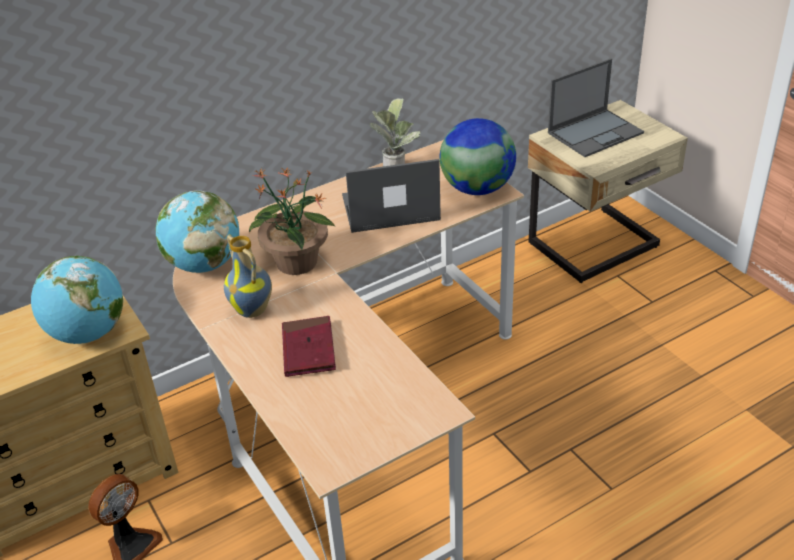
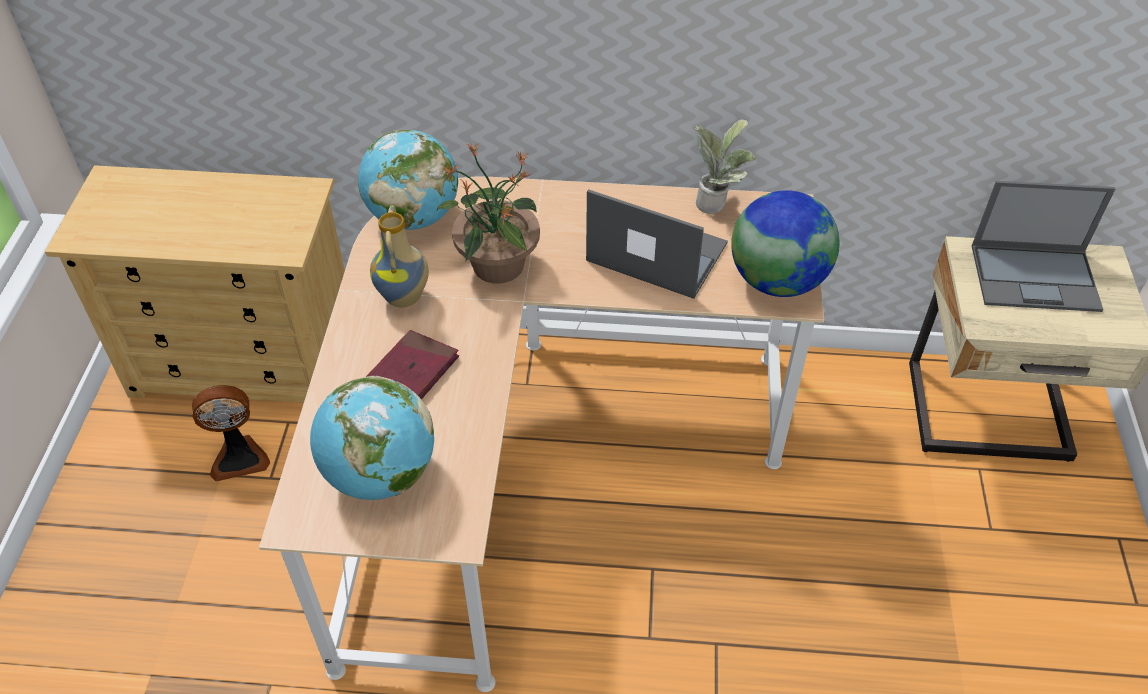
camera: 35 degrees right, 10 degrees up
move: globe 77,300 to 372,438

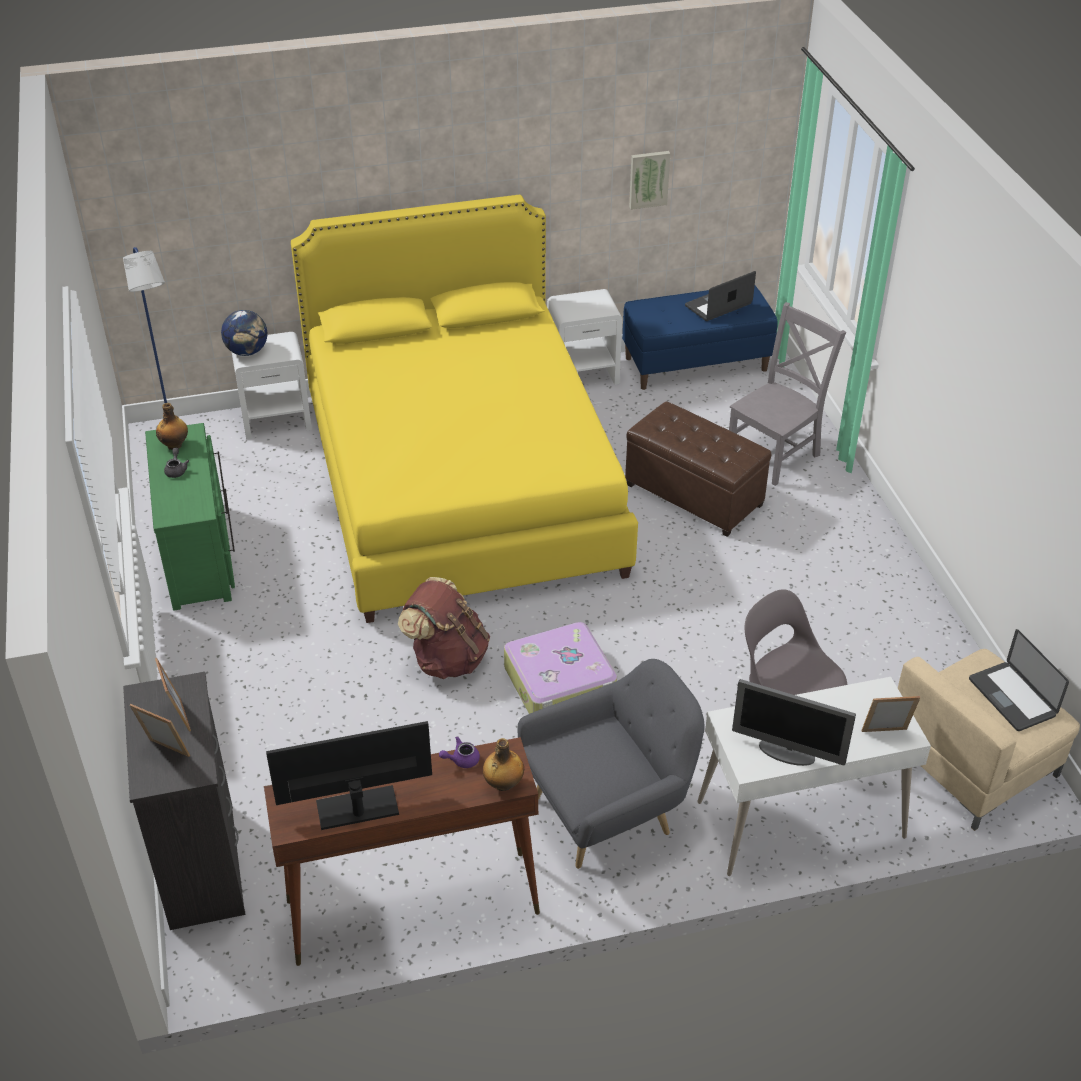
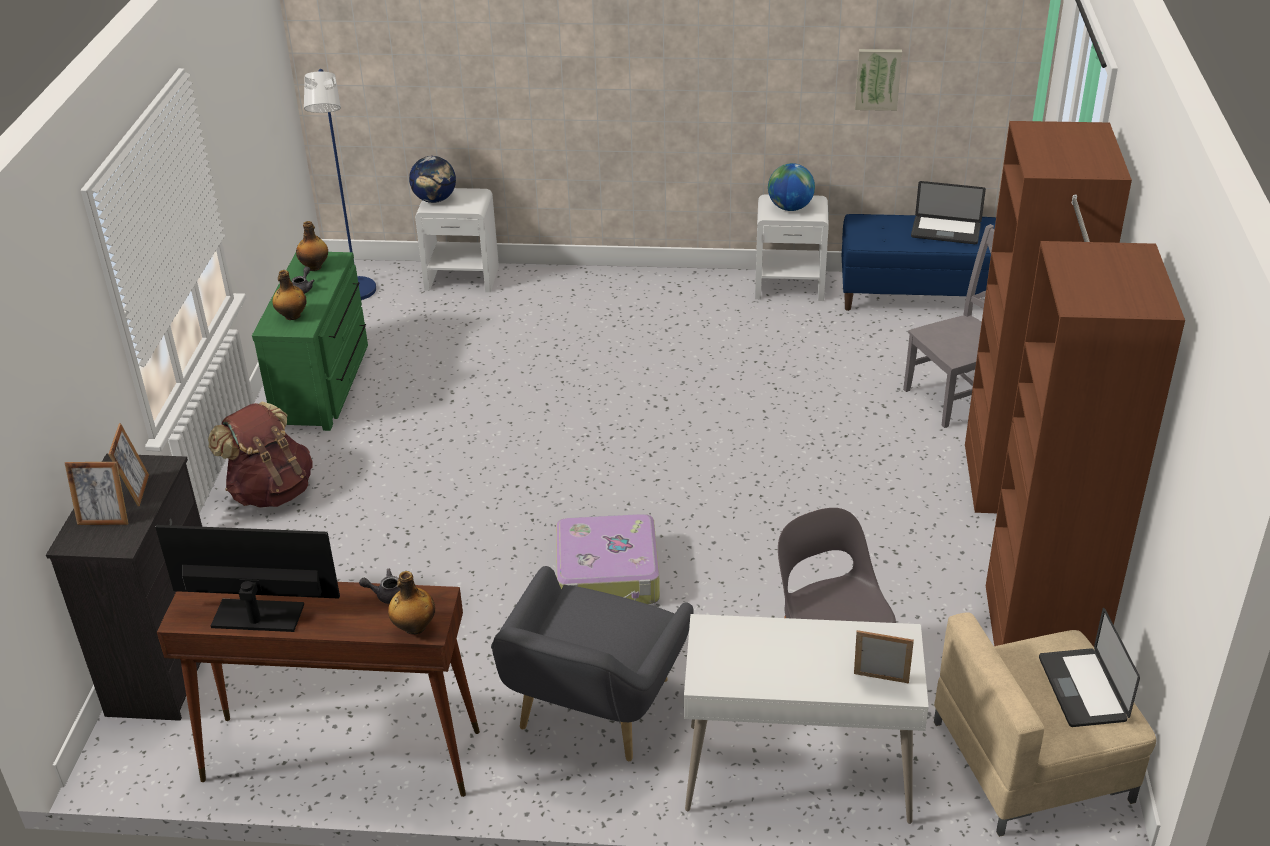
camera: 20 degrees right, 5 degrees down
delete: bed in yellow 464,409; pouffe in brown-coloured 698,469; monitor 794,722
insert: drink bottle 289,295; globe 791,187; armoire in brown-coloured 1075,384
move: knapsack in brown-coloured 444,628 to 260,455
recolor: teapot in purple 459,752 to teapot in greyish 379,586
rotate: picture frame 160,730 = 96,493 135 degrees clockwise; armchair in greyish 611,764 = 592,663 120 degrees clockwise; portable computer 720,296 = 948,212 150 degrees counterclockwise

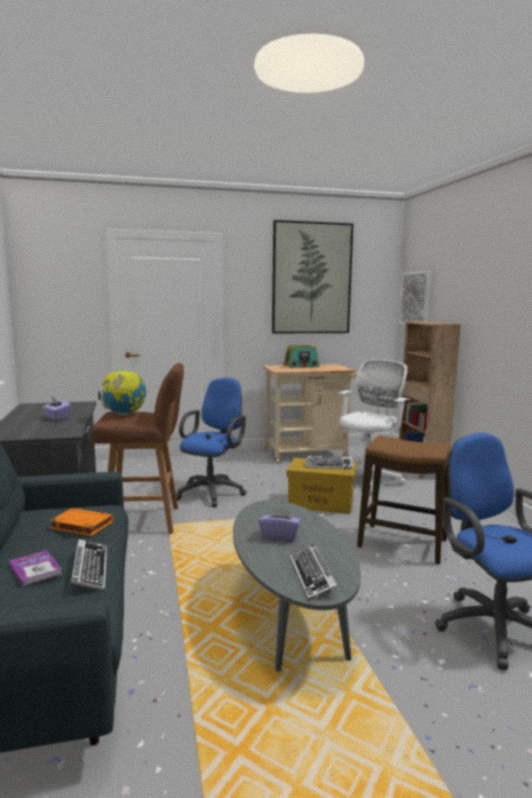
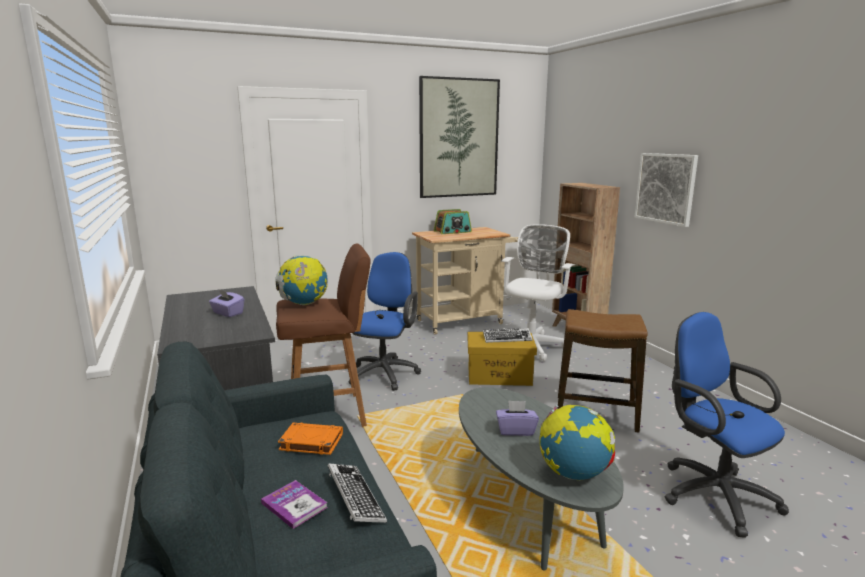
camera: 10 degrees left, 5 degrees up
move: picture 415,298 to 666,190
replace: PC keyboard 314,572 to globe 577,443

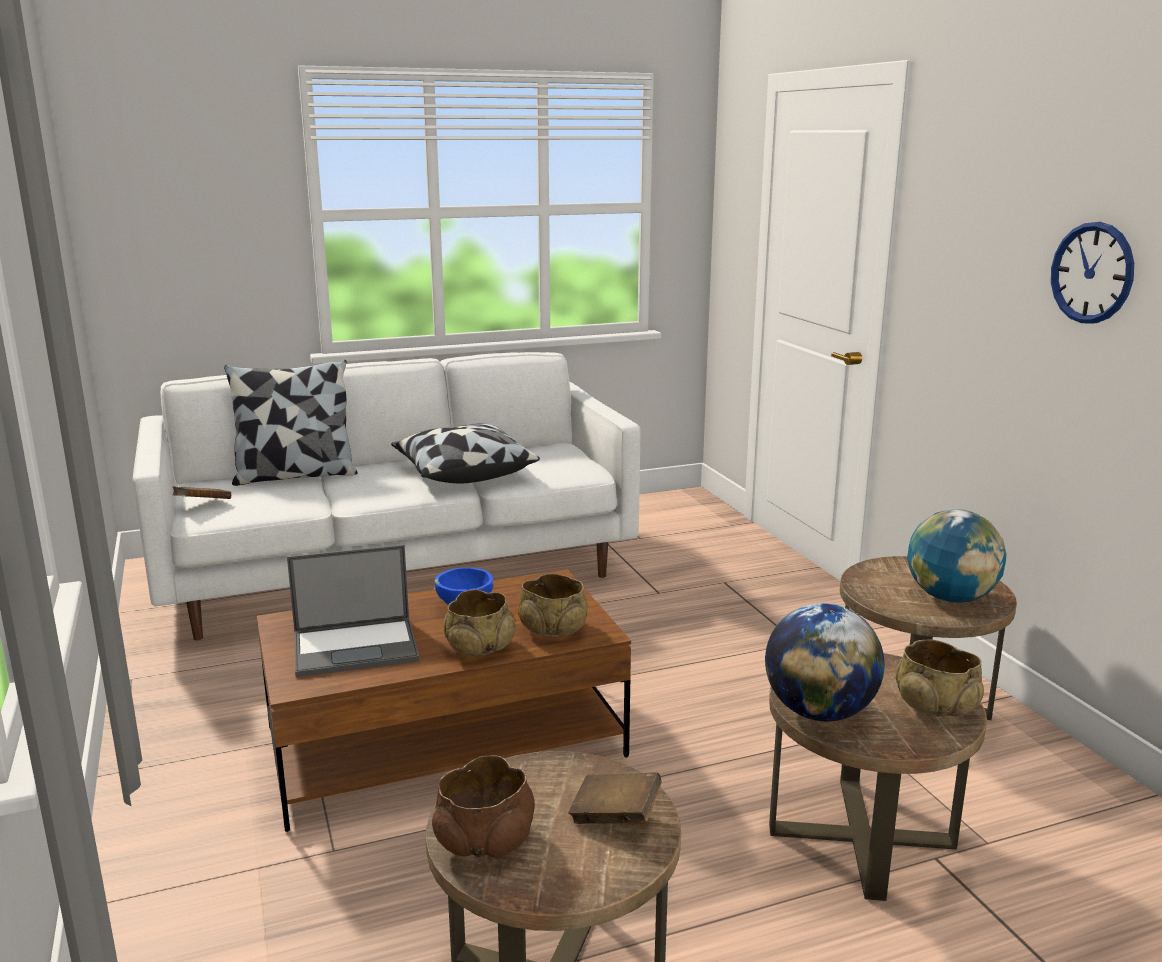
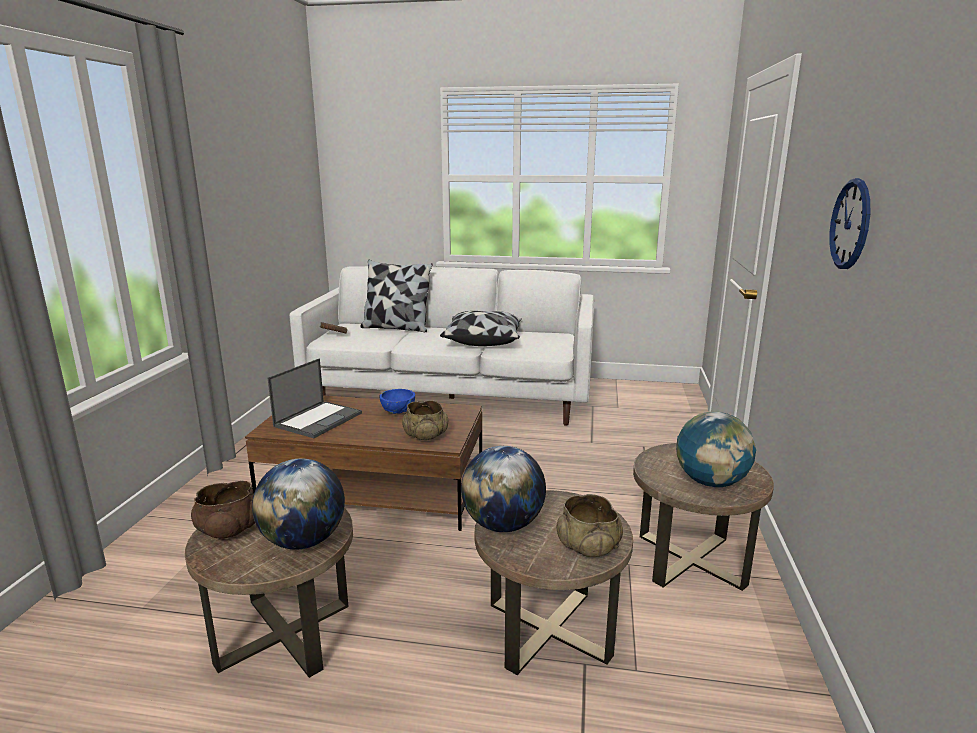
camera: 30 degrees right, 0 degrees up
delete: deep dish in beige 479,622
replace: bound book in brown-coloured 615,798 to globe 298,504
rotate: portable computer 353,611 = 315,398 75 degrees counterclockwise

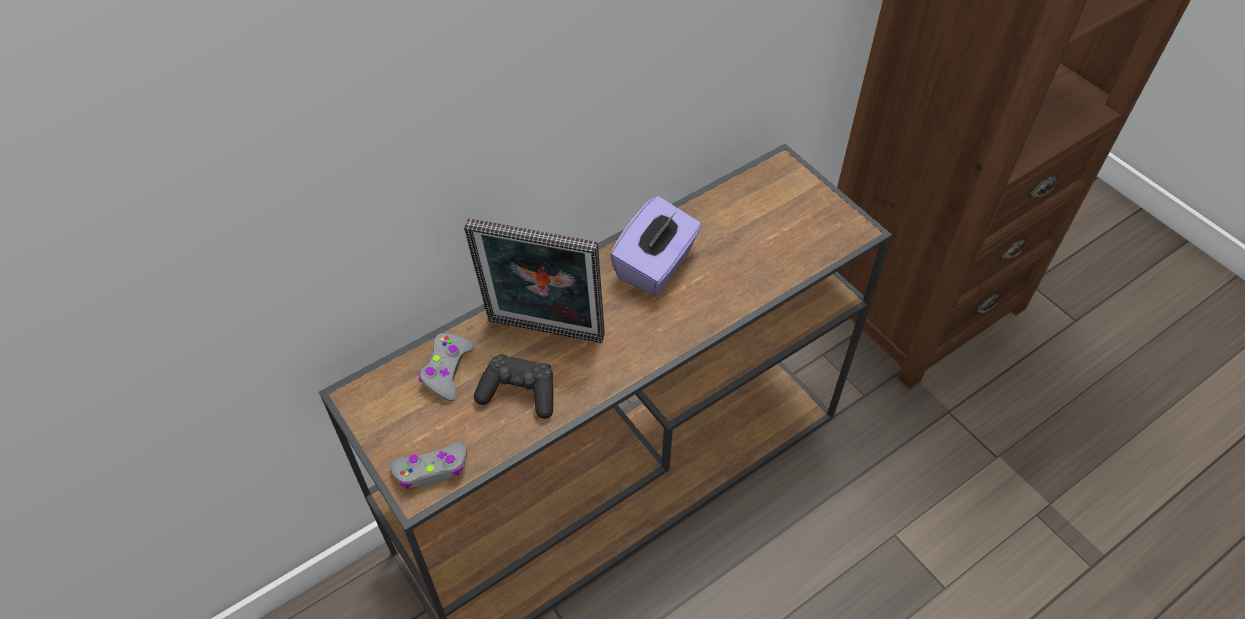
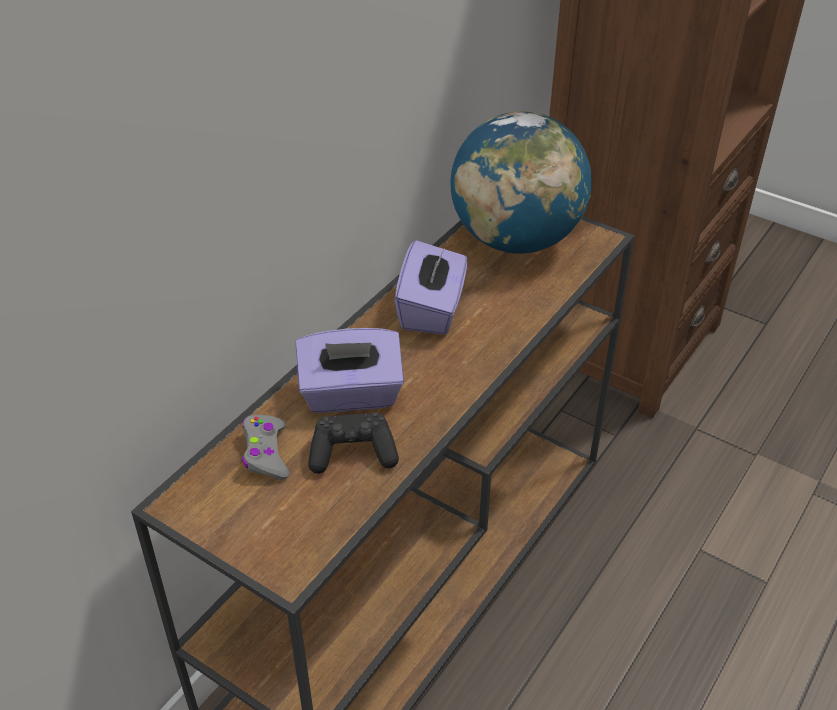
camera: 20 degrees left, 10 degrees down
delete: joypad in greyish 428,465
insert: globe 521,182
replace: picture frame 534,280 to box of tissues in purple 350,370

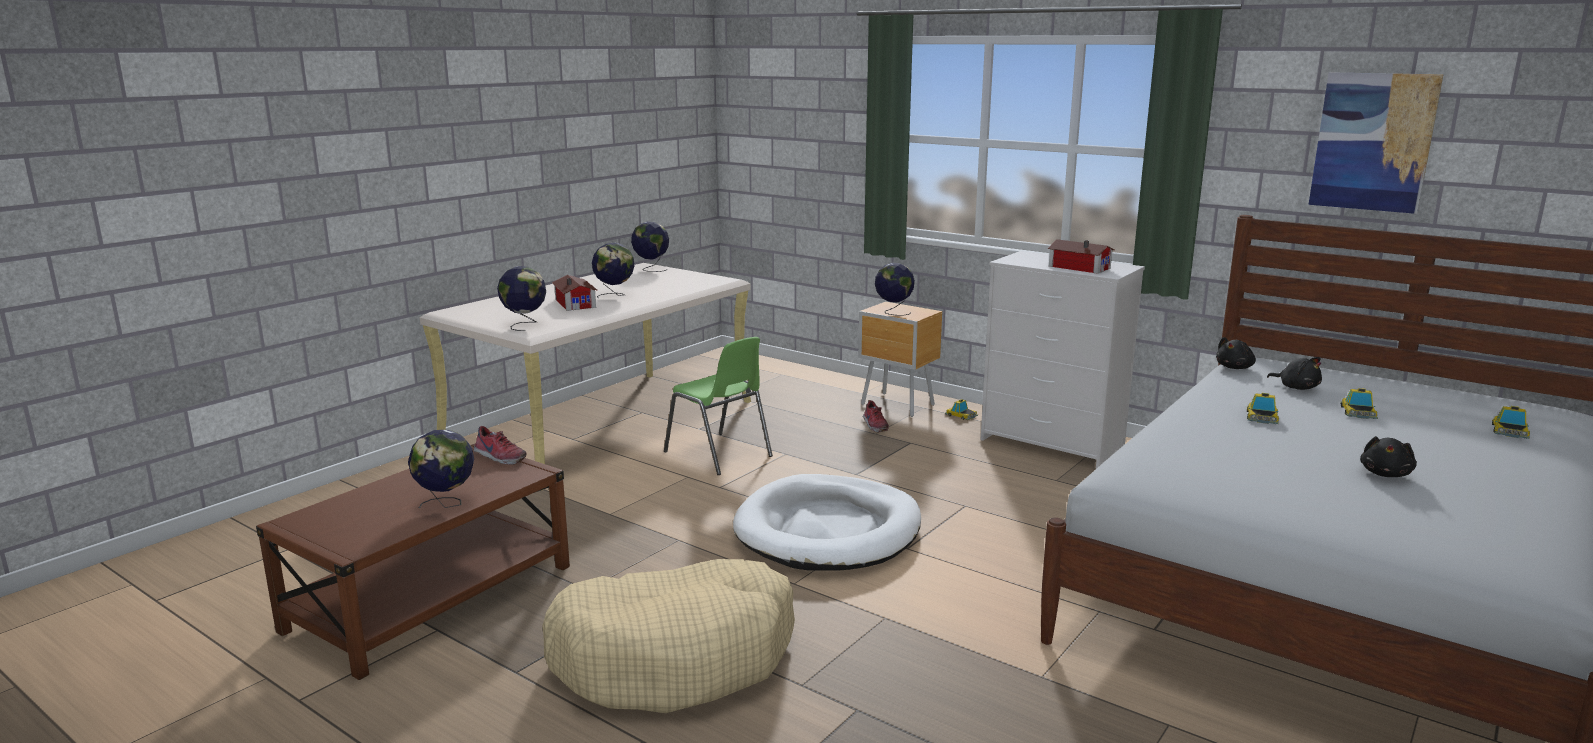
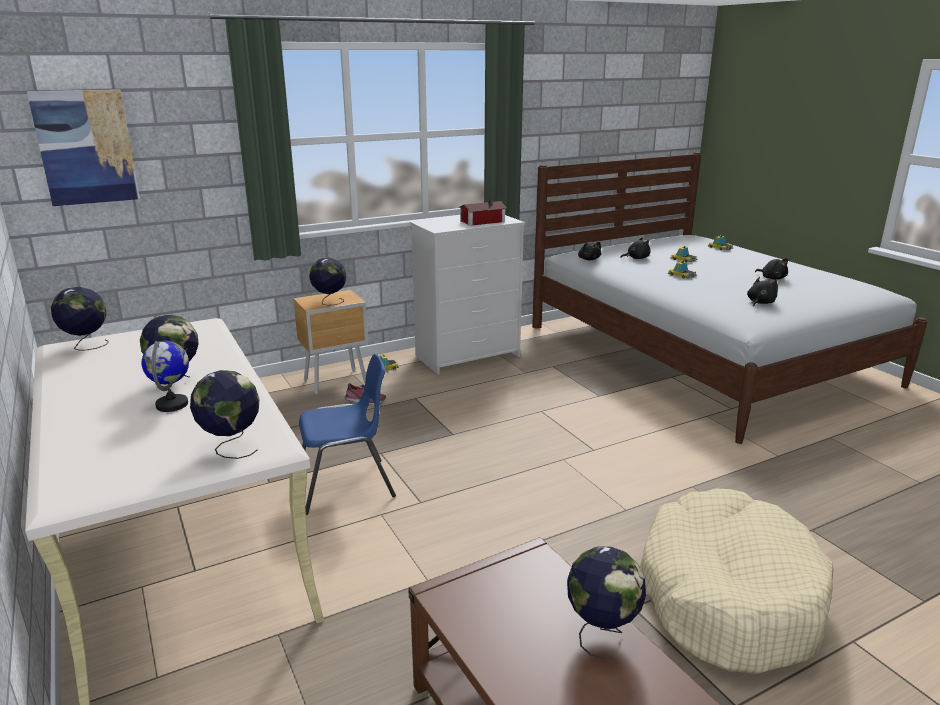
camera: 65 degrees left, 5 degrees up
delete: low shoe 500,445; dog cushion in white-coloured 827,522
insert: soft toy in black-coloured 762,291
move: picture 1376,143 to 83,147
replace: miniature house 575,293 to globe 165,376
recolor: plain chair in green-coloured 718,406 to plain chair in bluish 347,434

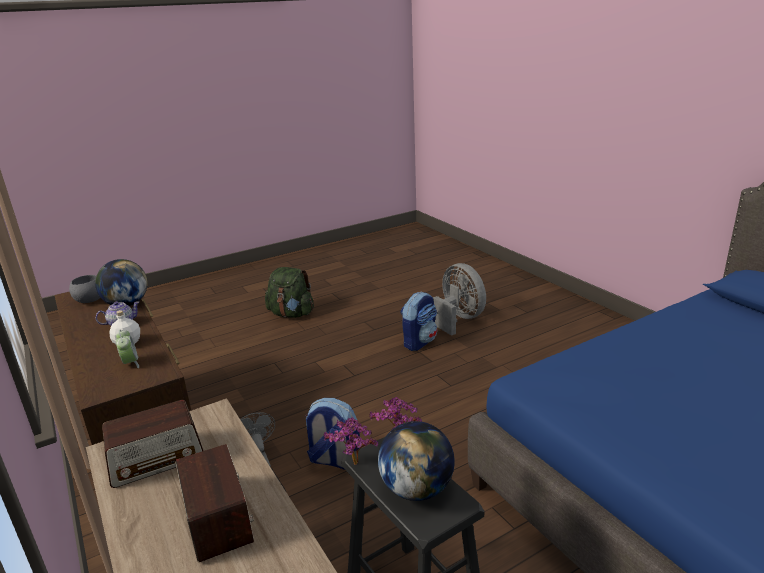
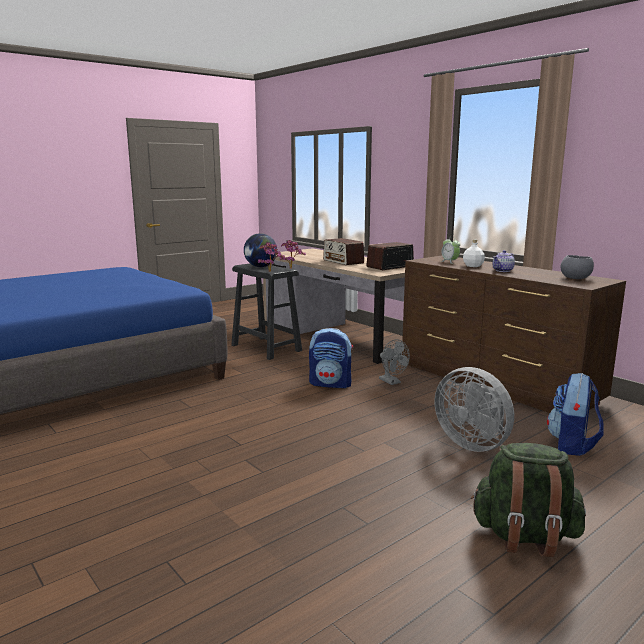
camera: 170 degrees right, 10 degrees down
delete: globe 121,282
move: knapsack 418,321 to 575,414; cooling fan in greyish 459,299 to 474,409

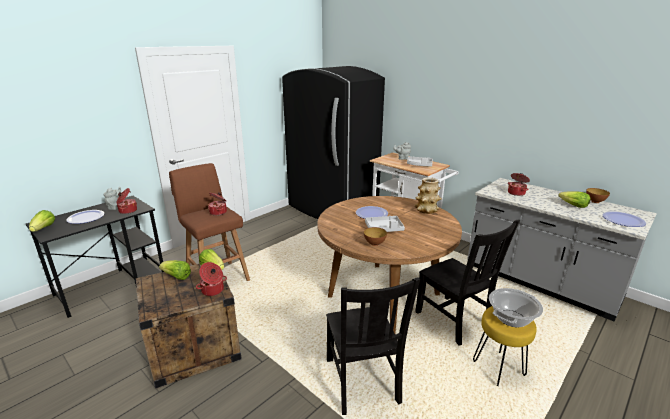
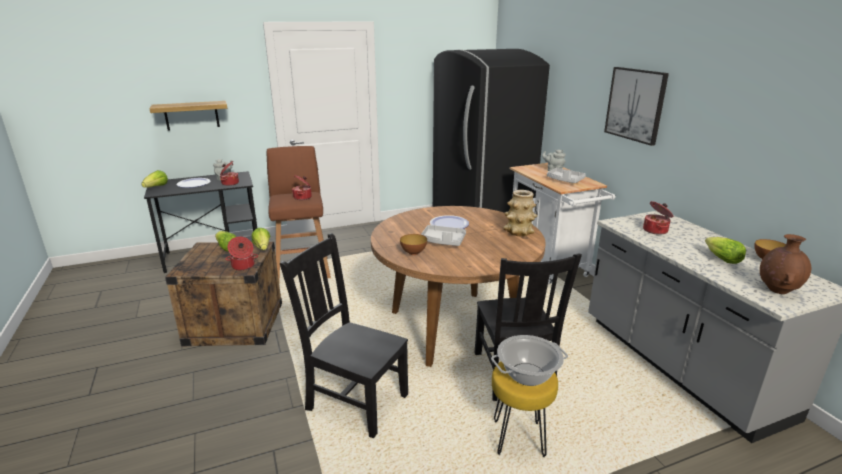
camera: 25 degrees right, 0 degrees up
insert: shelf 188,116; picture 636,106
replace: flat dish 624,219 to vase in brown-coloured 785,264
rotate: plain chair in black-coloured 373,346 = 344,335 105 degrees clockwise

